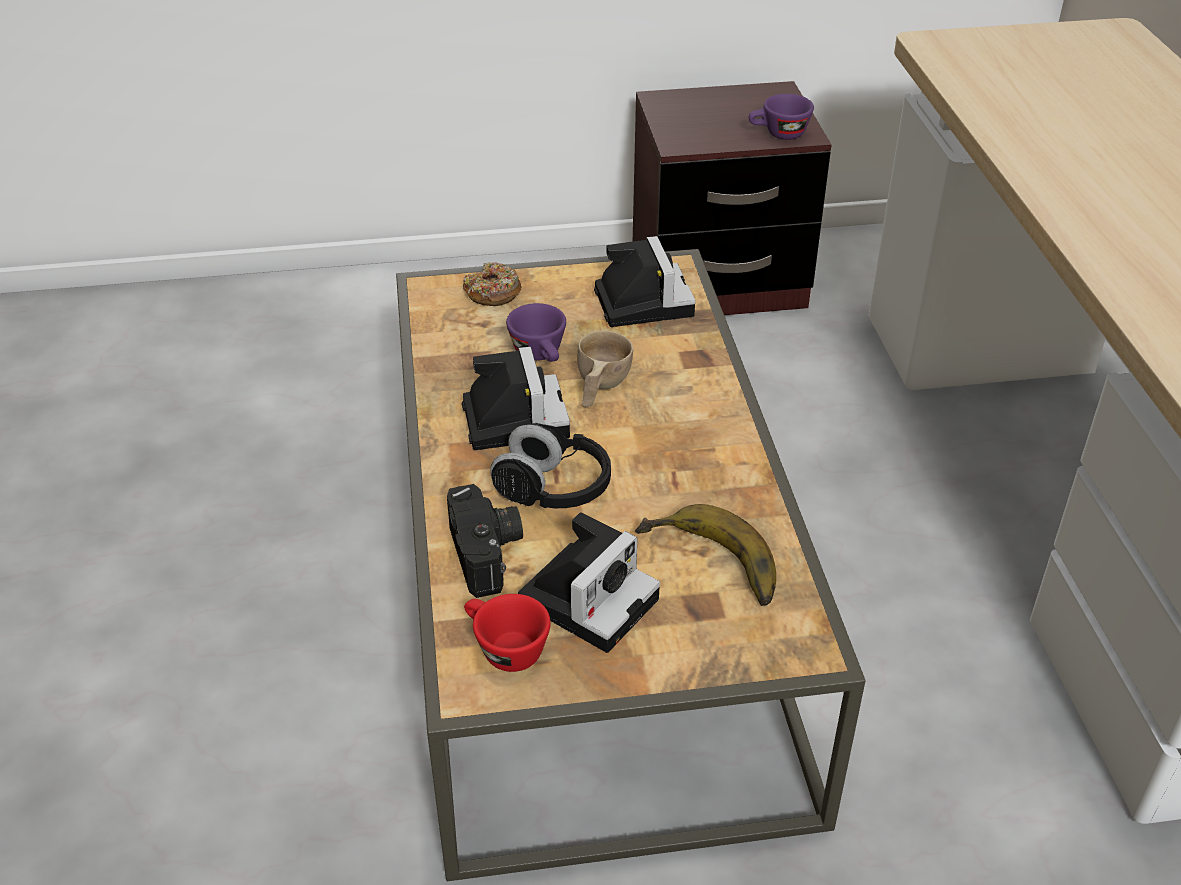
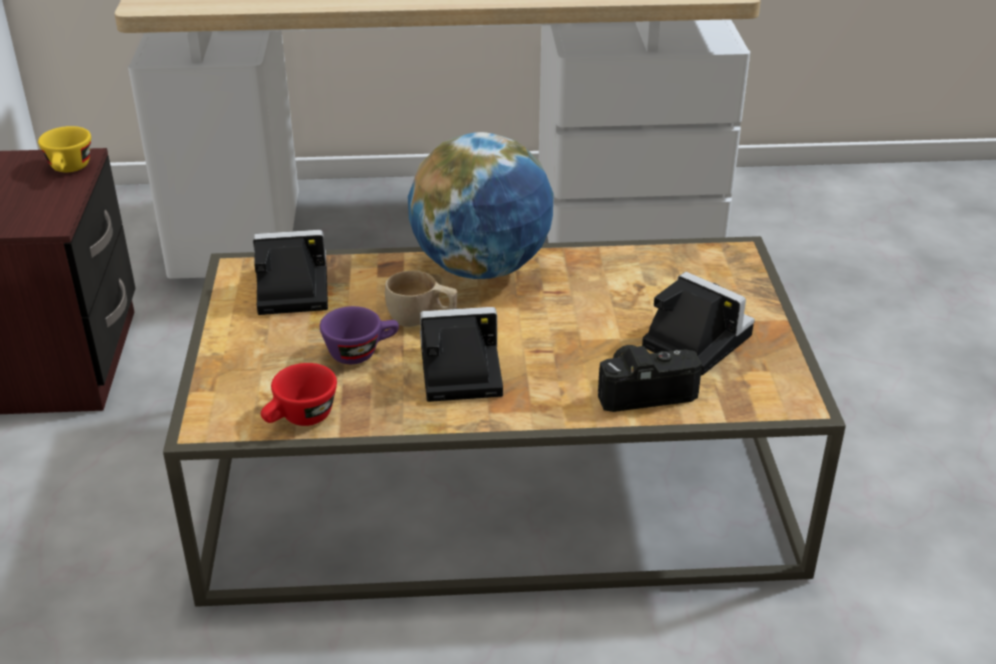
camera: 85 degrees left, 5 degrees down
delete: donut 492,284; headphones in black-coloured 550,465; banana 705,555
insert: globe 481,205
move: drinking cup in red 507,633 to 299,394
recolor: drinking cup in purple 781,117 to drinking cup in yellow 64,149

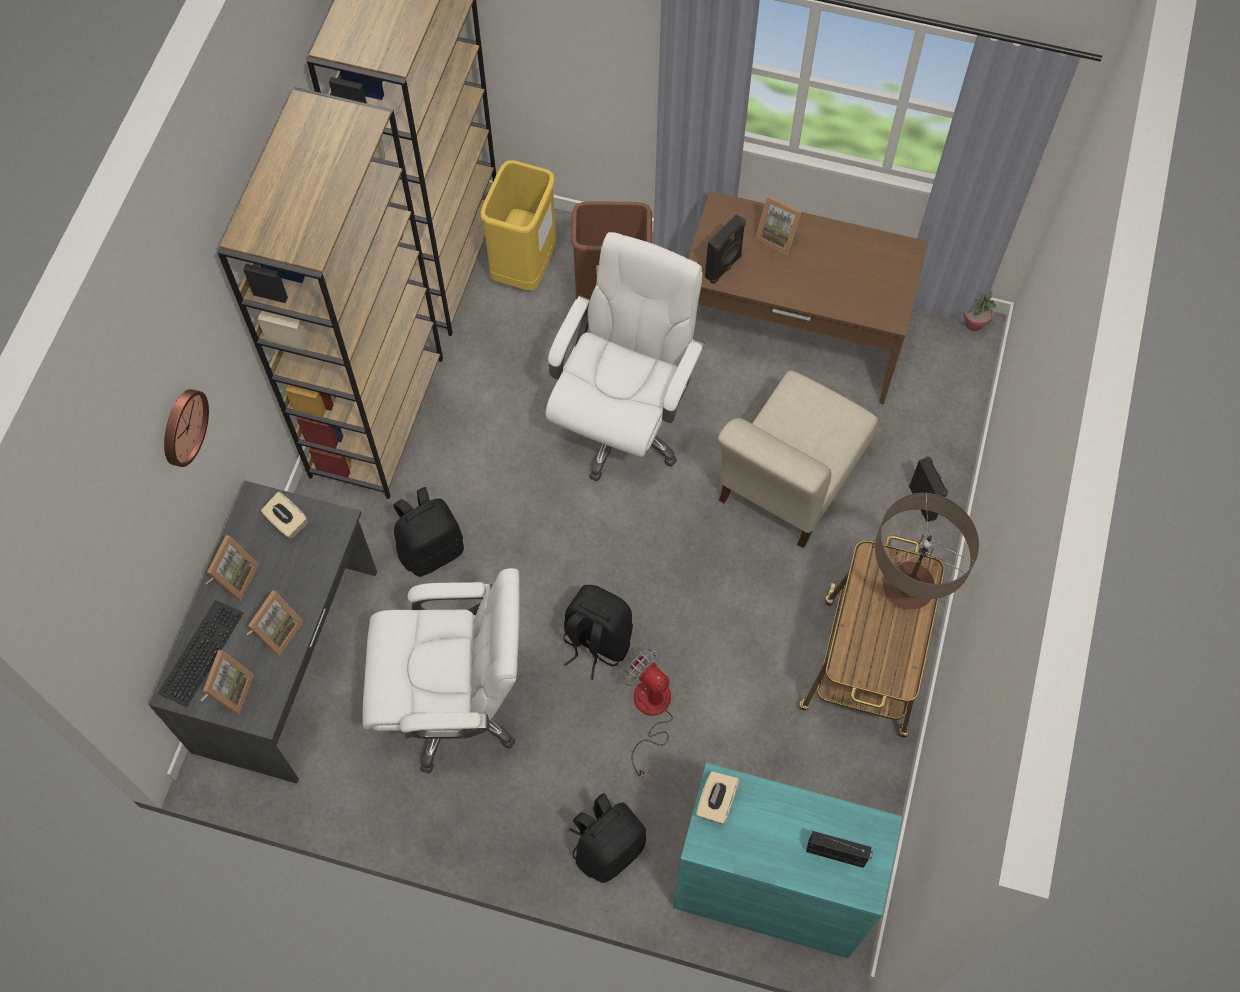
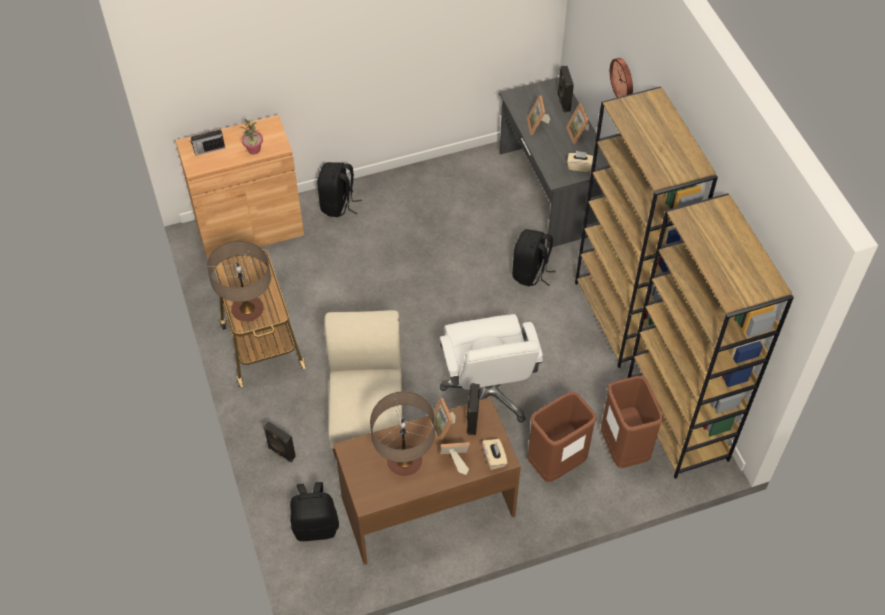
camera: 145 degrees right, 10 degrees down
delete: office chair in white-coloured 441,670; cooling fan 648,714
insert: table lamp 402,433
move: picture frame 227,682 to 442,421; knapsack in black-coloured 598,632 to 314,511; box of tissues in beige 717,798 to 494,454; houseplant 979,310 to 251,136
replace: PC keyboard 200,653 to speaker in black-coloured 565,89
recolor: waste bin in yellow 518,225 to waste bin in brown-coloured 632,422; cupboard in blue-green 788,860 to cupboard in brown-coloured 239,187

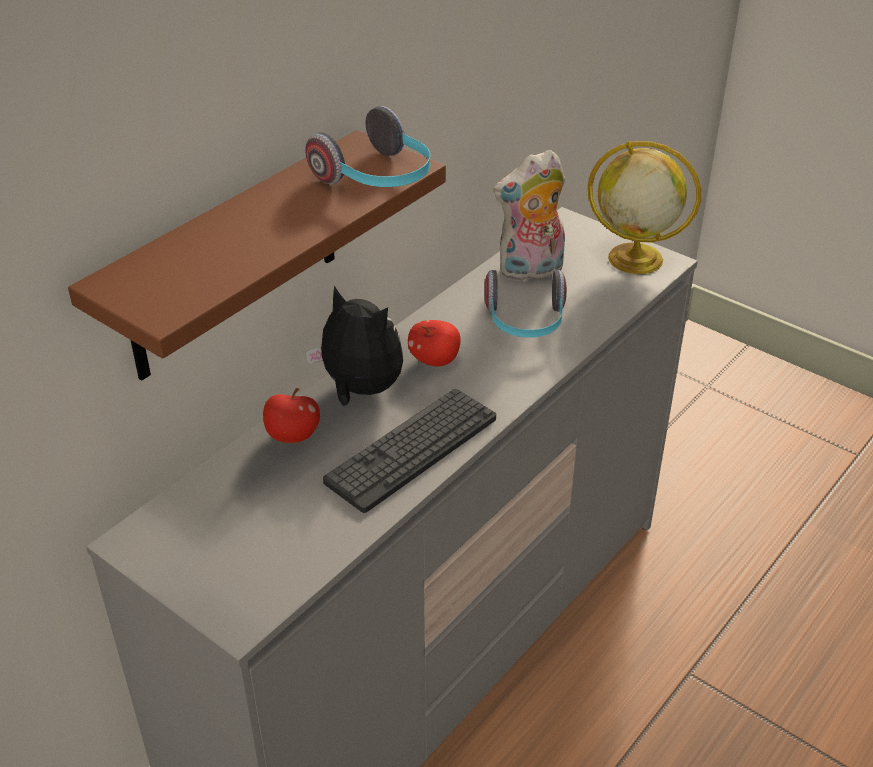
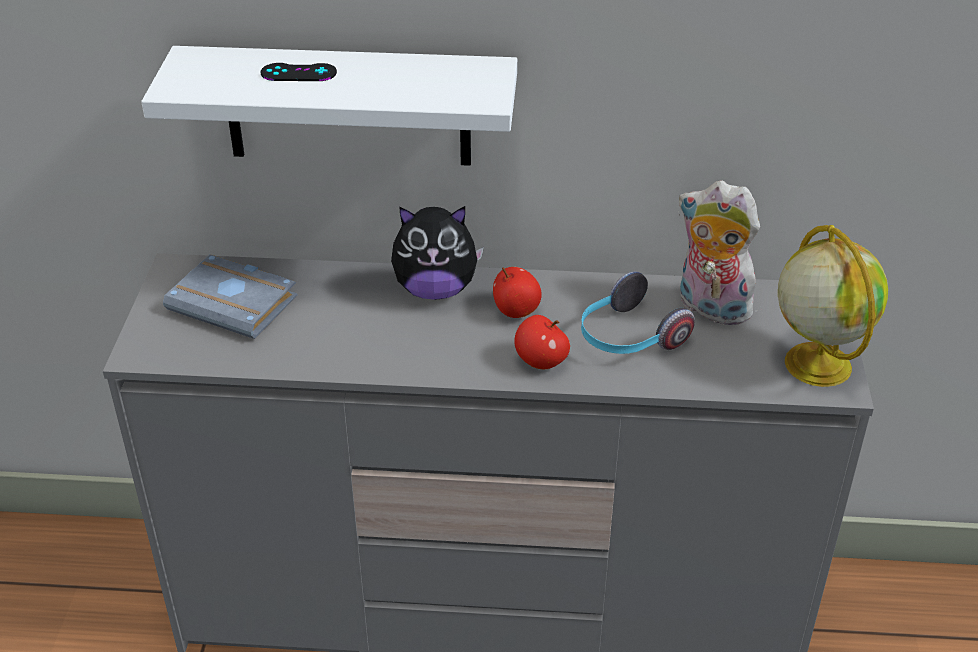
camera: 55 degrees right, 0 degrees up
delete: headphones 367,146; PC keyboard 409,451
insert: bound book in greyish 230,296; joypad in black-coloured 299,72
move: apple fruit 291,415 to 542,342
recolor: shelf in brown-coloured 257,255 to shelf in white-coloured 329,106
rotate: soft toy 354,346 = 437,253 90 degrees clockwise

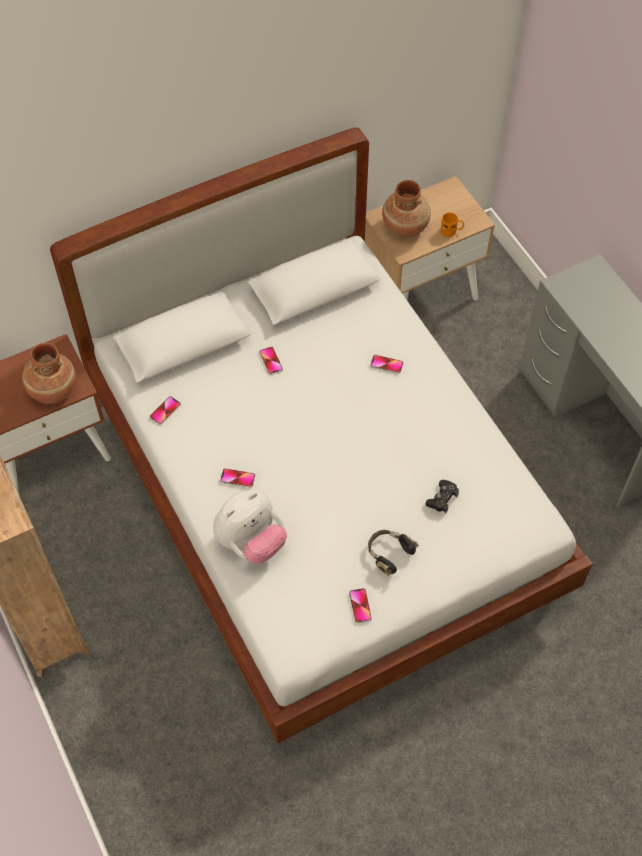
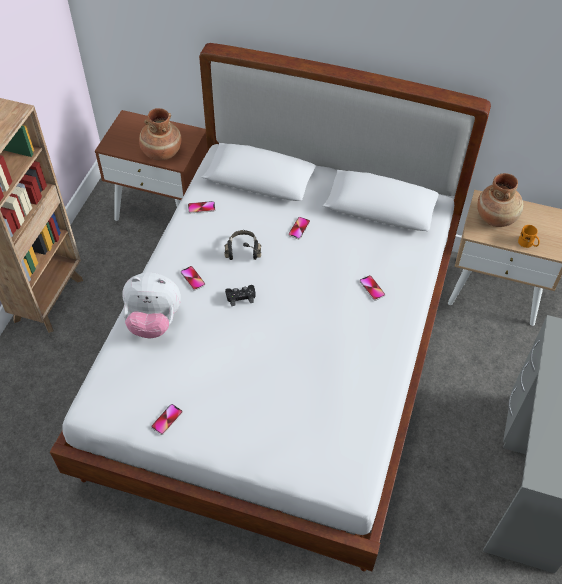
camera: 45 degrees right, 5 degrees down
move: headphones in black-coloured 393,553 to 242,245; joypad in black-coloured 442,497 to 240,295

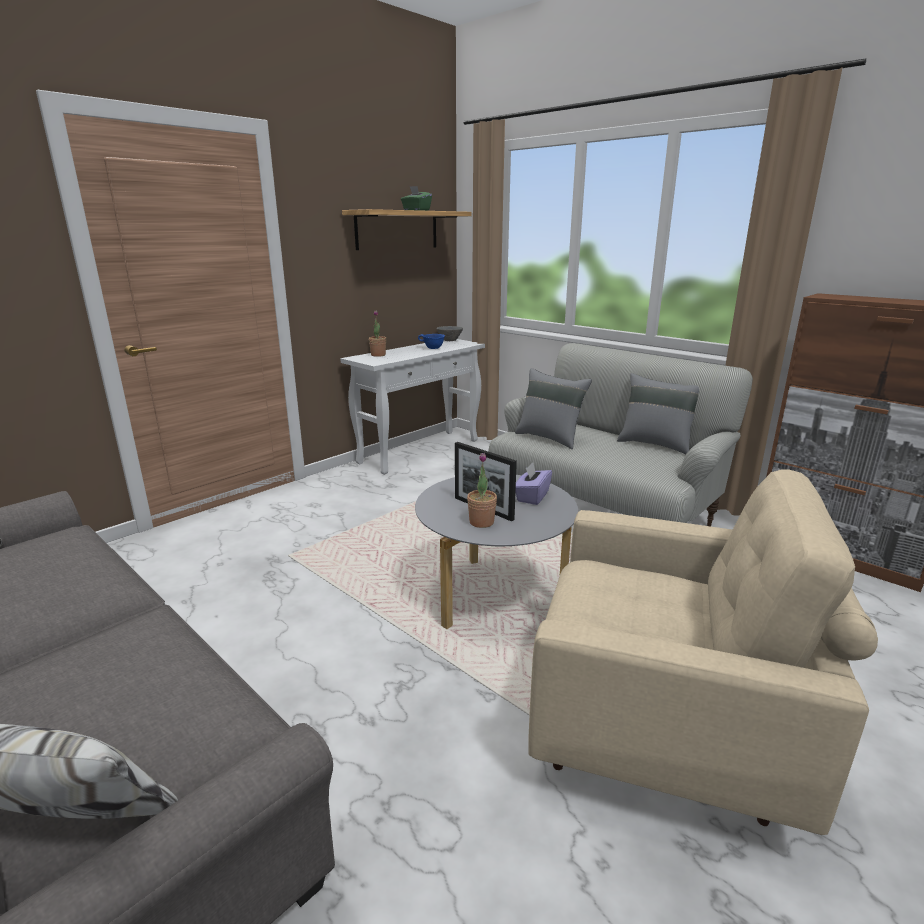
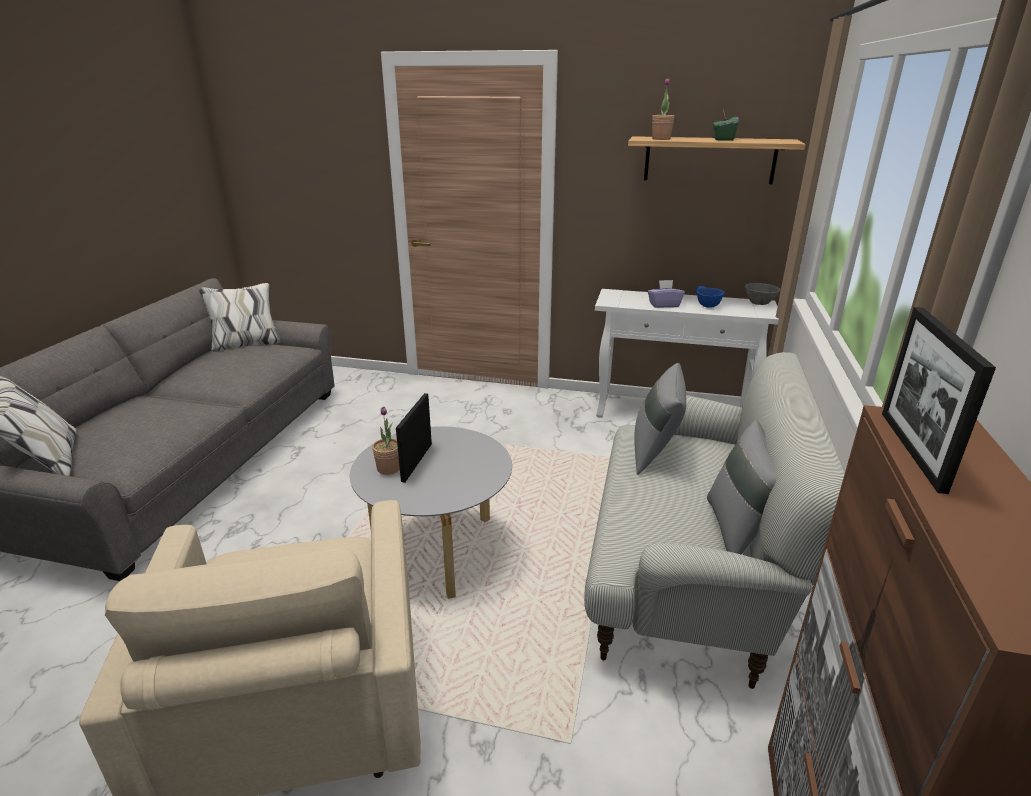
camera: 60 degrees right, 5 degrees up
insert: picture frame 939,400
move: houseplant 377,333 to 663,109; box of tissues in purple 533,484 to 666,294

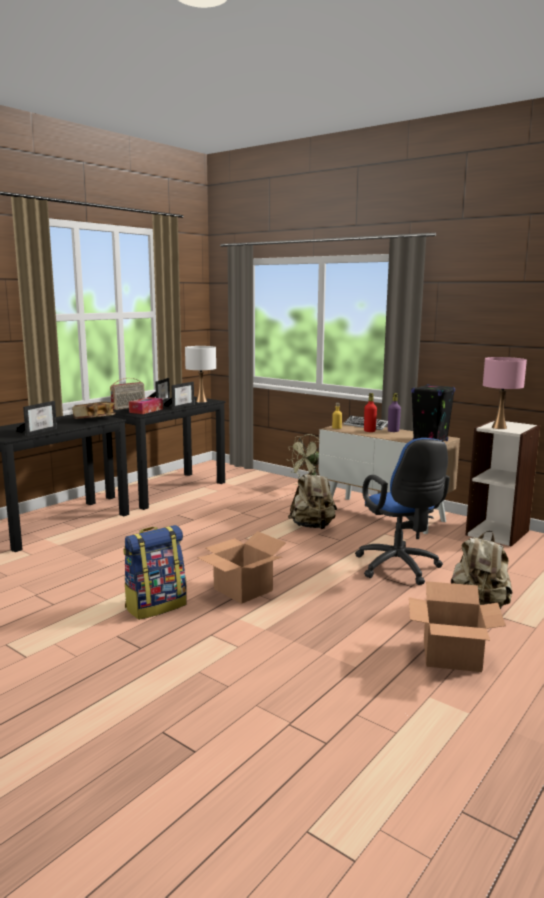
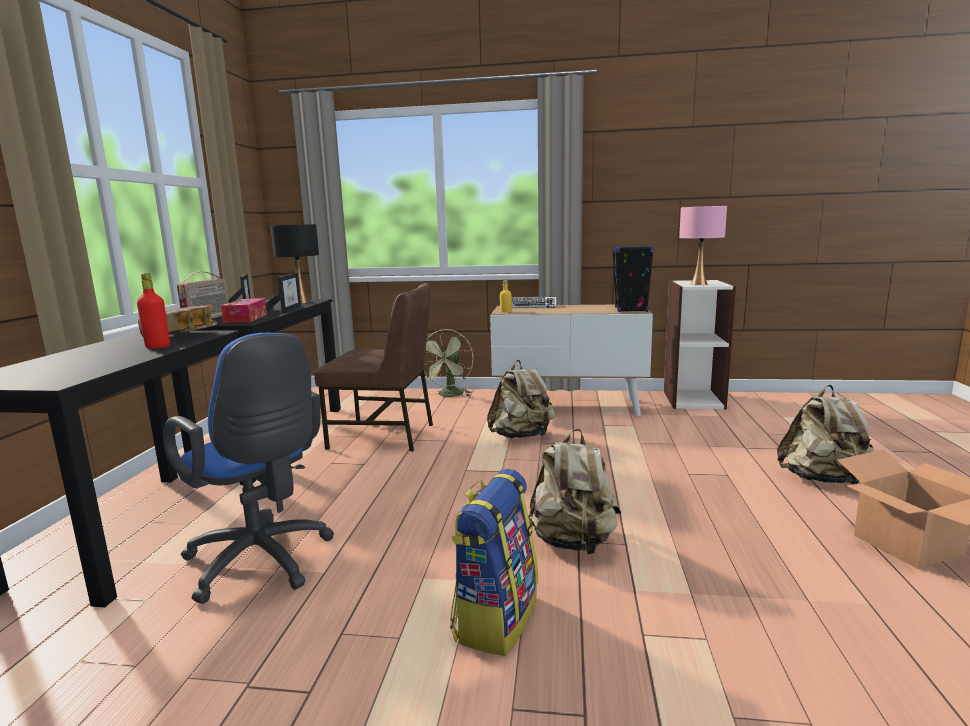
camera: 30 degrees left, 0 degrees up
delete: picture frame 36,418; drink bottle in purple 394,412
insert: plain chair in brown-coloured 373,367
move: office chair in bluish 402,511 to 248,468; drink bottle in red 370,412 to 153,311
replace: cardboard box 241,567 to knapsack in beige 574,492
recolor: table lamp in white-coloured 200,374 to table lamp in black-coloured 294,264

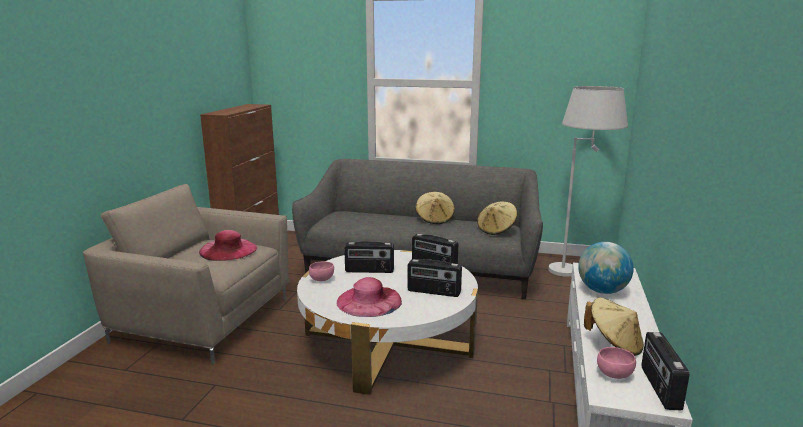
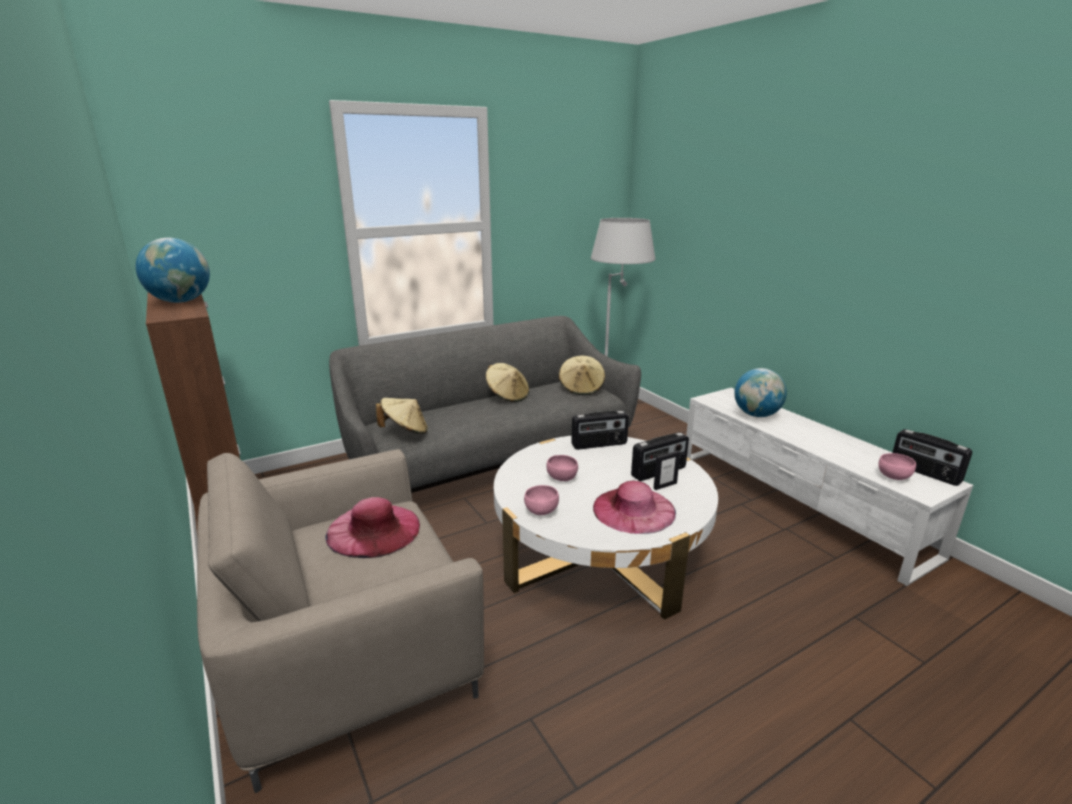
camera: 45 degrees left, 5 degrees up
insert: globe 173,270; picture frame 667,470
move: hat in beige 614,327 to 402,416
replace: radio set 369,257 to deep dish in pink-coloured 562,468

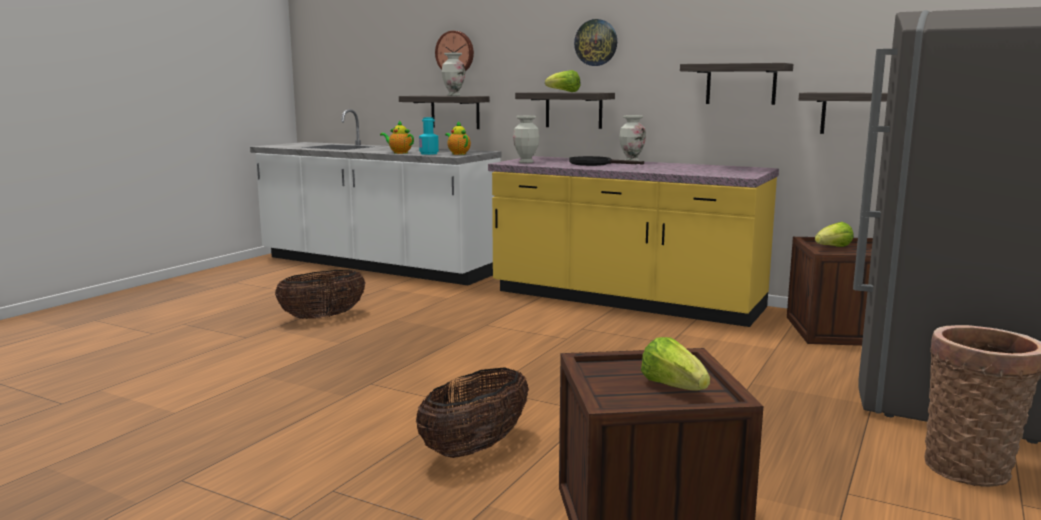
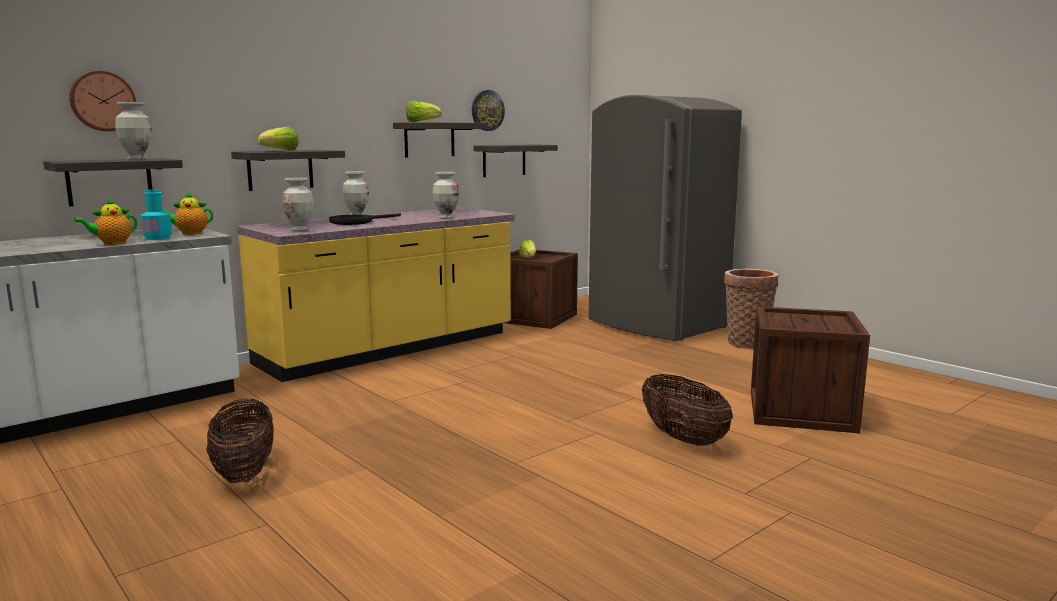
camera: 70 degrees left, 0 degrees up
insert: vase 446,195
move: clock on the wall 595,42 to 488,110; lettuce head 675,363 to 424,111

